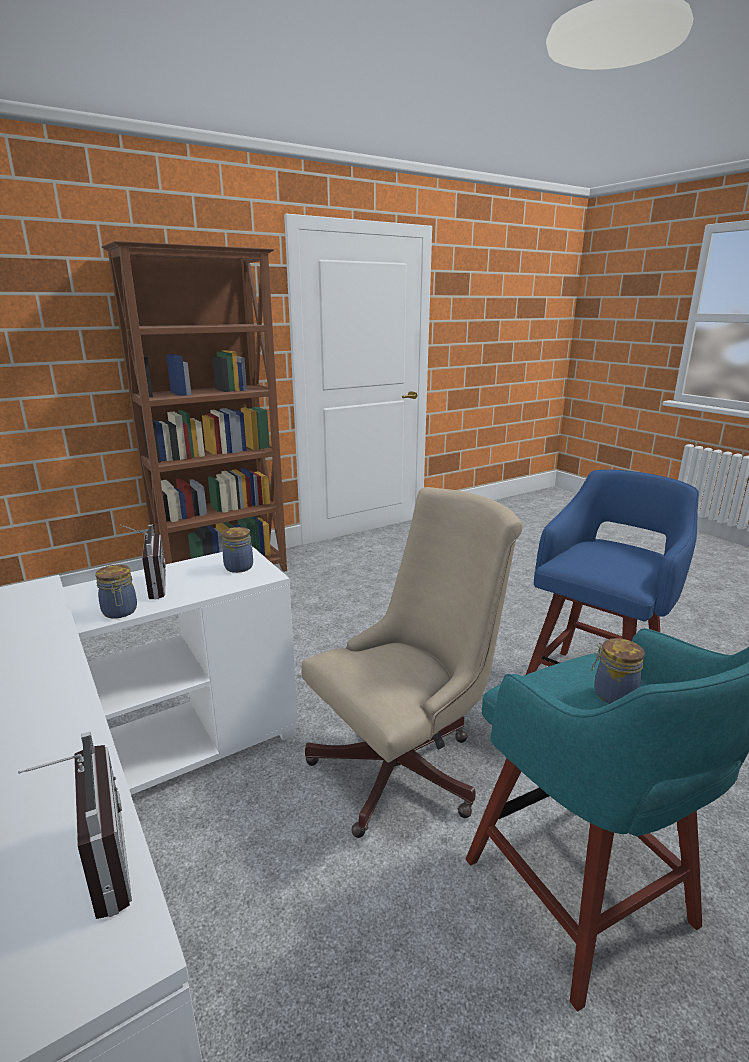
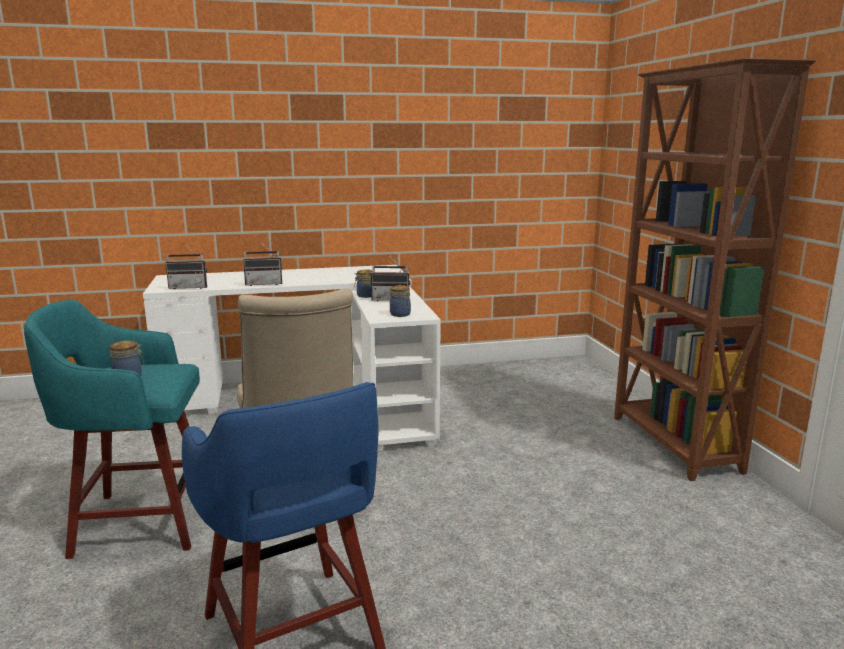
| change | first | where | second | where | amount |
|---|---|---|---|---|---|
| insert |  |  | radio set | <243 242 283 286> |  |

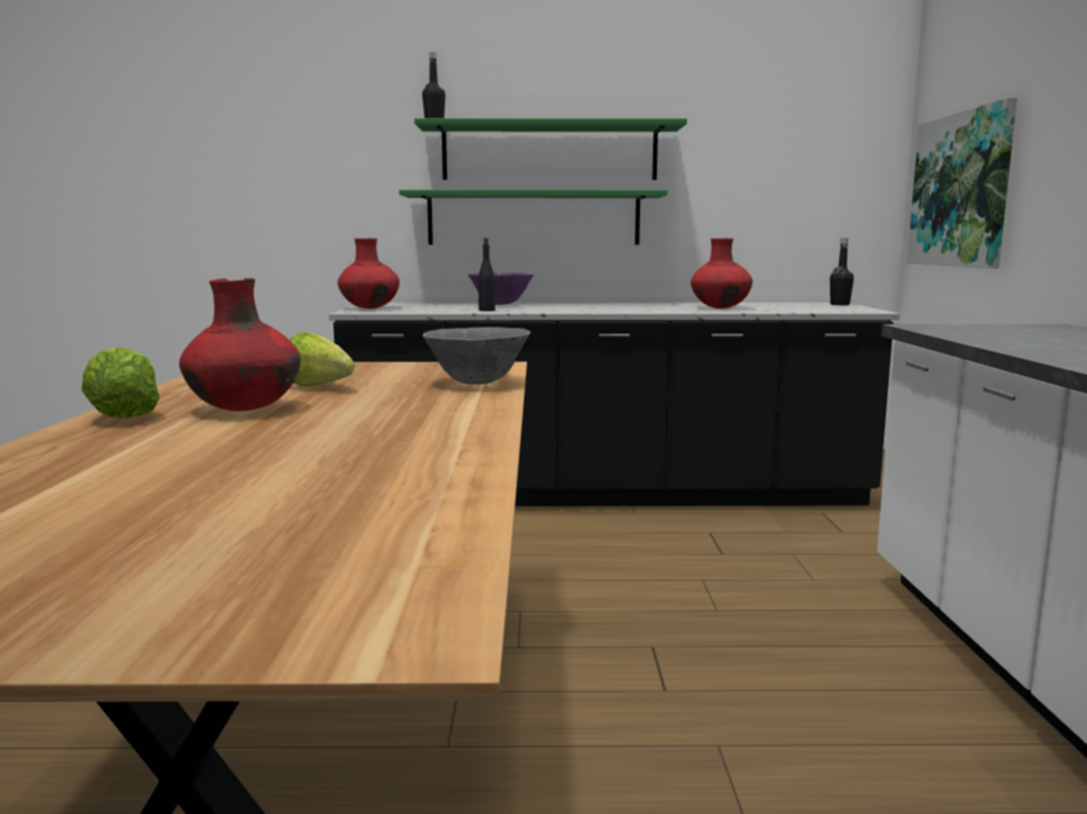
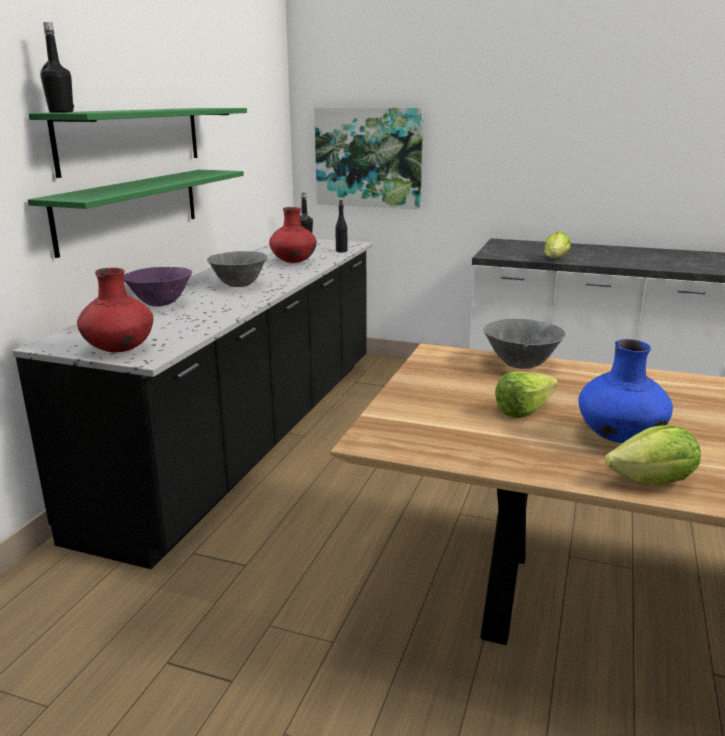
| change | first | where | second | where | amount |
|---|---|---|---|---|---|
| insert |  |  | gray bowl | <207 251 268 287> |  |
| move | black beverage bottle | <478 238 495 311> |  | <335 200 348 252> |  |
| insert |  |  | lettuce head | <544 232 571 258> |  |
| recolor | red-coloured vase | <179 278 301 411> | bluish vase | <578 339 673 443> |  |

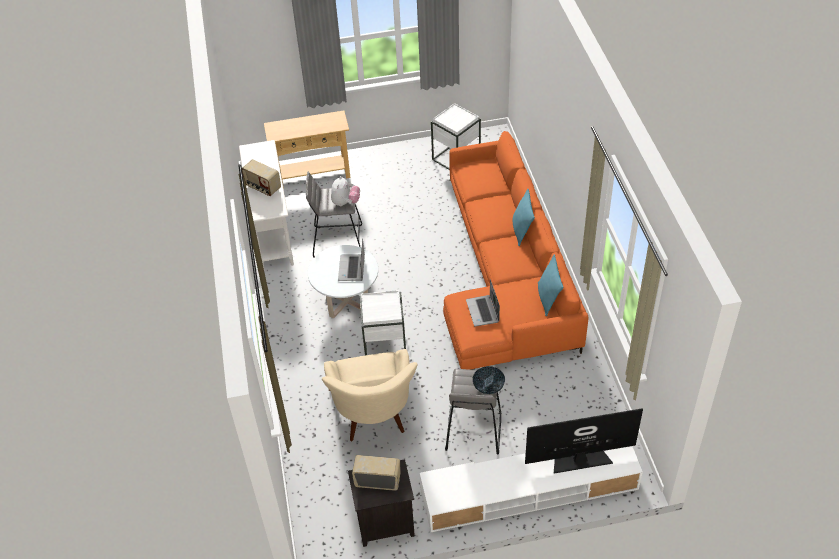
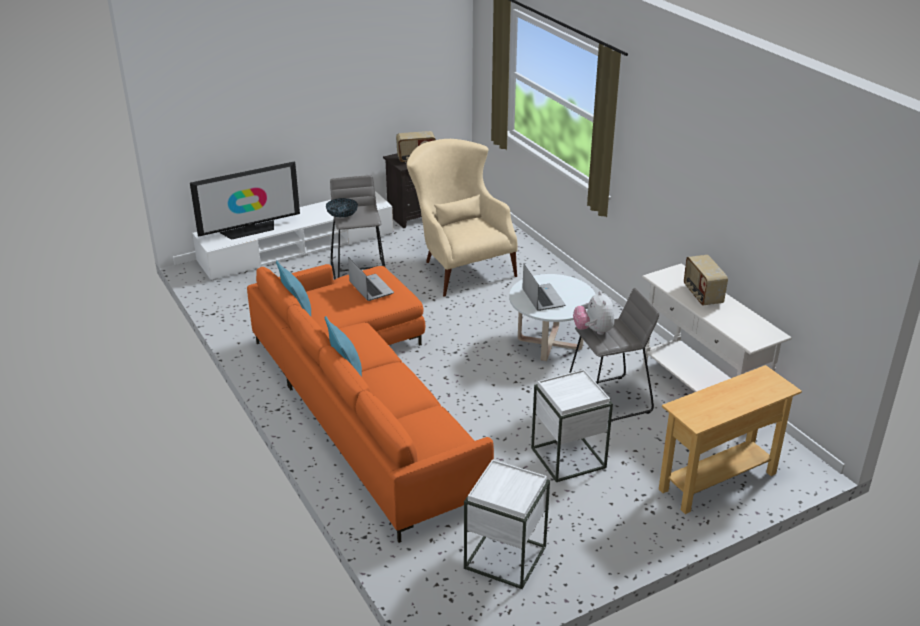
| change | first | where | second | where | amount |
|---|---|---|---|---|---|
| move | whitish side table | <360 290 406 356> |  | <531 369 613 482> |  |
| rotate | radio set | <242 159 281 196> |  | <684 255 728 305> | 120 degrees counterclockwise |

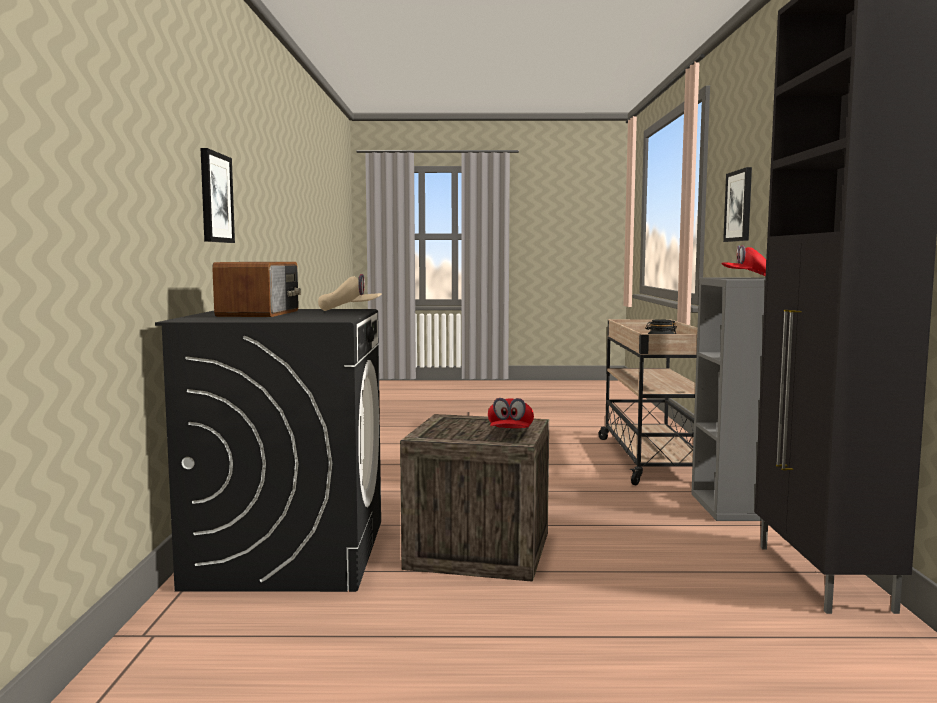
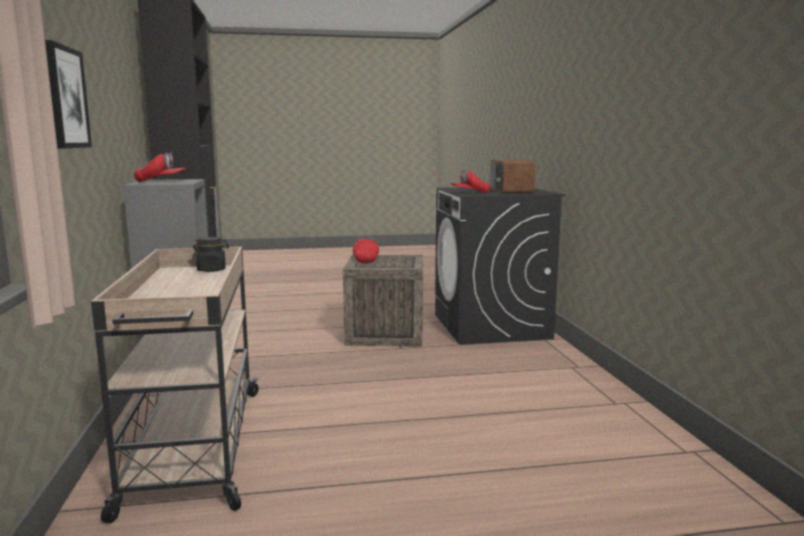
| change | first | where | second | where | amount |
|---|---|---|---|---|---|
| recolor | beige baseball cap | <318 274 382 311> | red-coloured baseball cap | <450 170 490 193> |  |
| delete | picture | <201 148 235 243> |  |  |  |

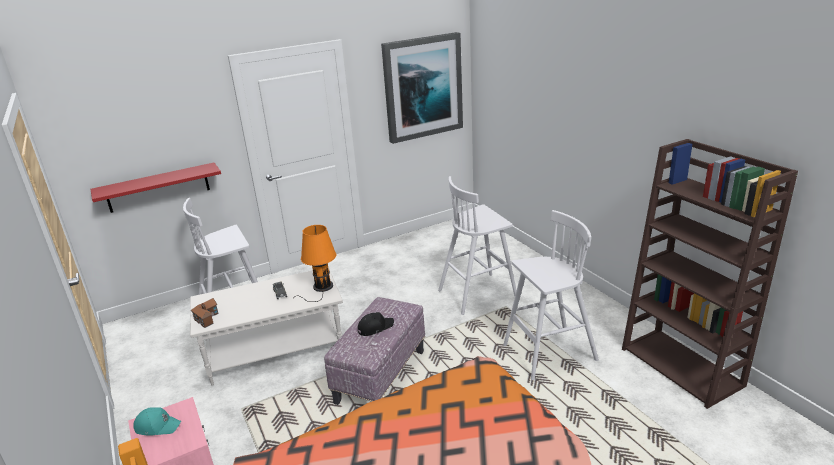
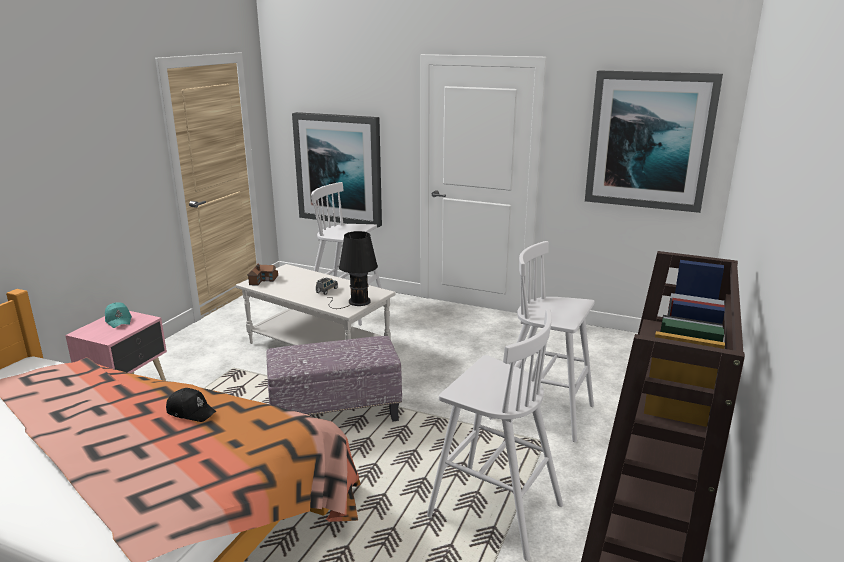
| change | first | where | second | where | amount |
|---|---|---|---|---|---|
| move | black baseball cap | <358 312 394 336> |  | <166 388 217 422> |  |
| replace | red-coloured shelf | <91 163 221 213> | picture | <292 112 382 228> |  |
| recolor | orange-coloured tabletop lamp | <300 225 336 302> | black tabletop lamp | <327 231 378 309> |  |

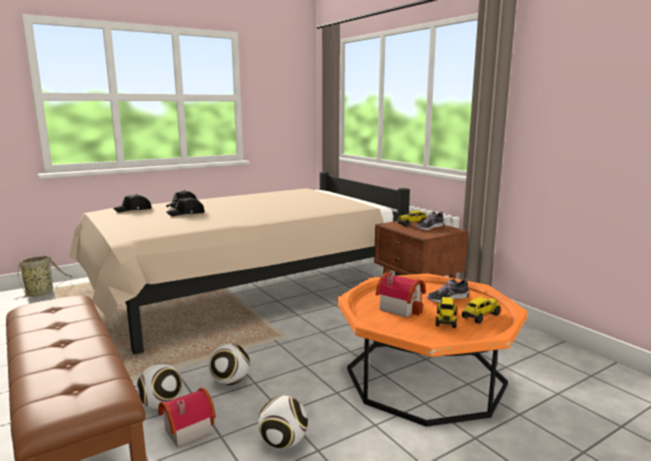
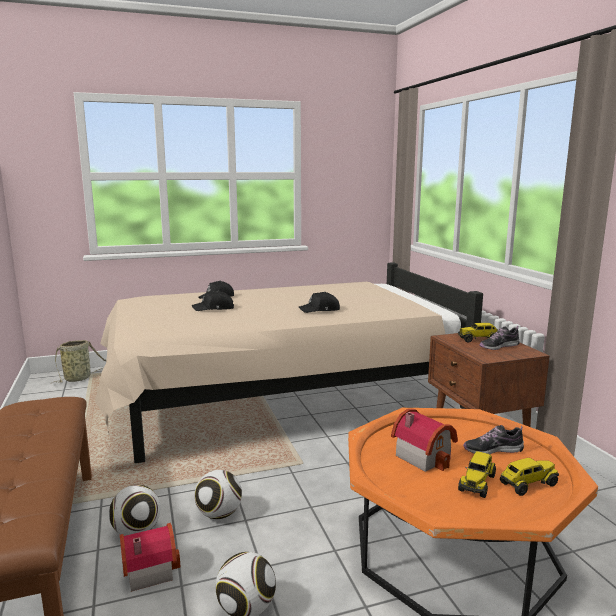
| change | first | where | second | where | amount |
|---|---|---|---|---|---|
| move | black baseball cap | <113 194 151 213> |  | <299 292 340 313> |  |

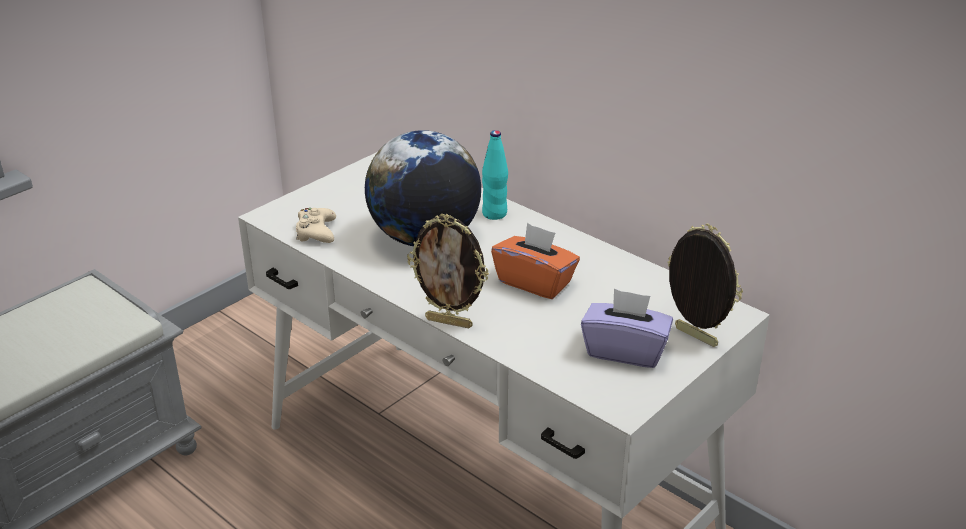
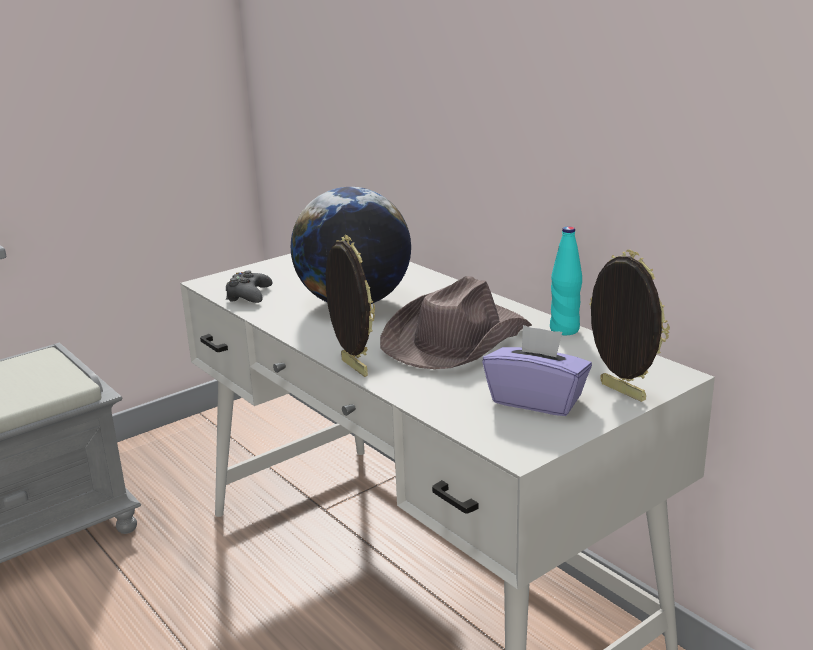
| change | first | where | second | where | amount |
|---|---|---|---|---|---|
| recolor | beige gamepad | <296 208 336 243> | black gamepad | <226 271 272 303> |  |
| rotate | photo frame | <407 214 489 328> |  | <326 235 375 377> | 150 degrees counterclockwise |
| replace | orange-coloured tissue box | <491 223 580 299> | brown-coloured clothing hat | <380 276 532 369> |  |
| move | turquoise-coloured beverage bottle | <482 130 508 220> |  | <550 226 582 335> |  |

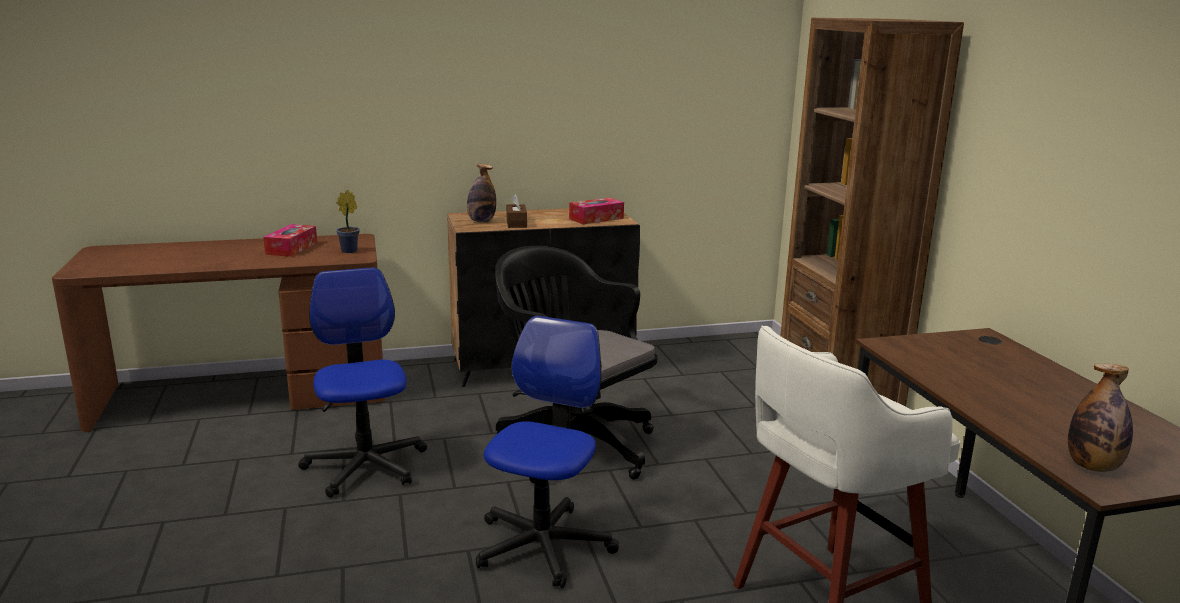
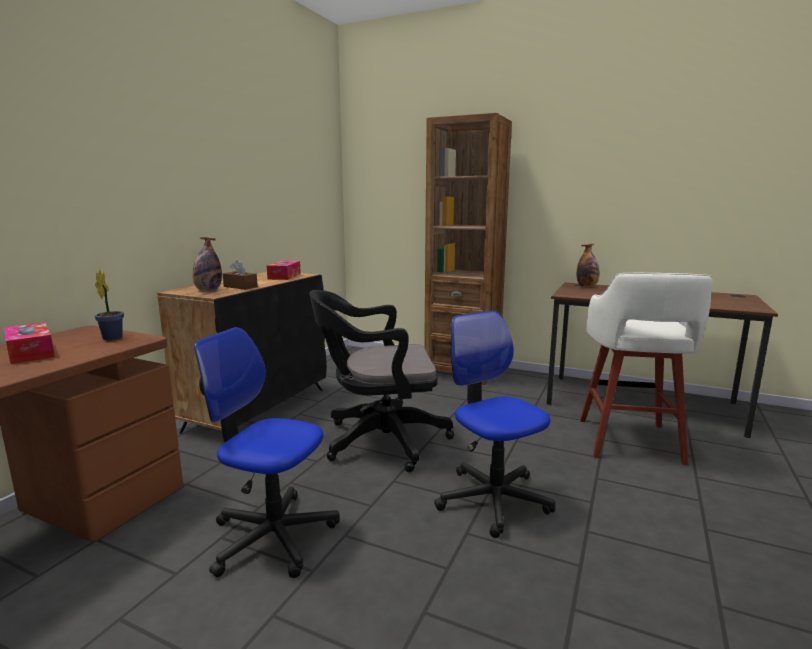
| change | first | where | second | where | amount |
|---|---|---|---|---|---|
| move | beverage bottle | <1068 363 1133 472> |  | <577 243 599 287> |  |

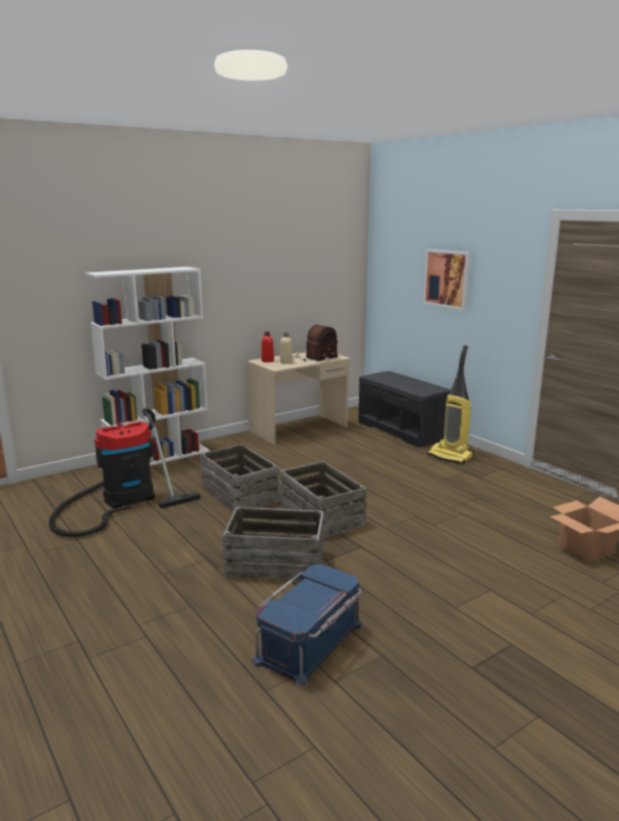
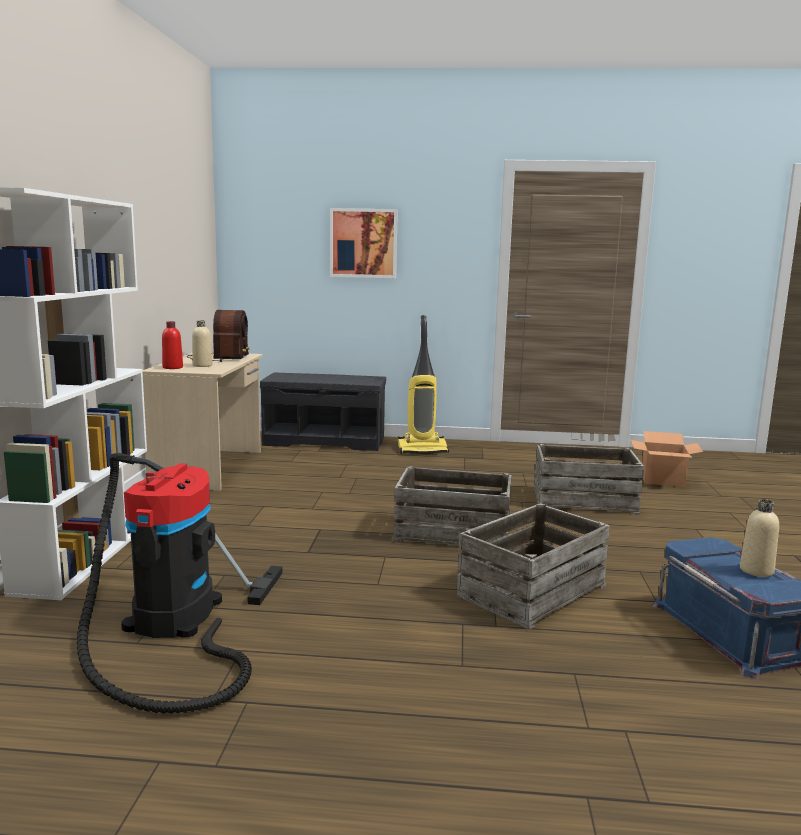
| change | first | where | second | where | amount |
|---|---|---|---|---|---|
| move | packing crate | <200 444 280 512> |  | <534 444 644 515> |  |
| insert |  |  | beige beverage bottle | <740 499 779 577> |  |

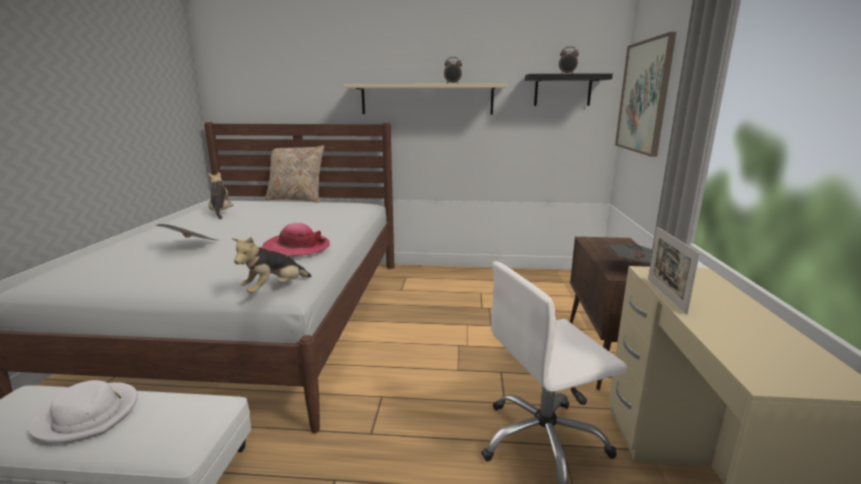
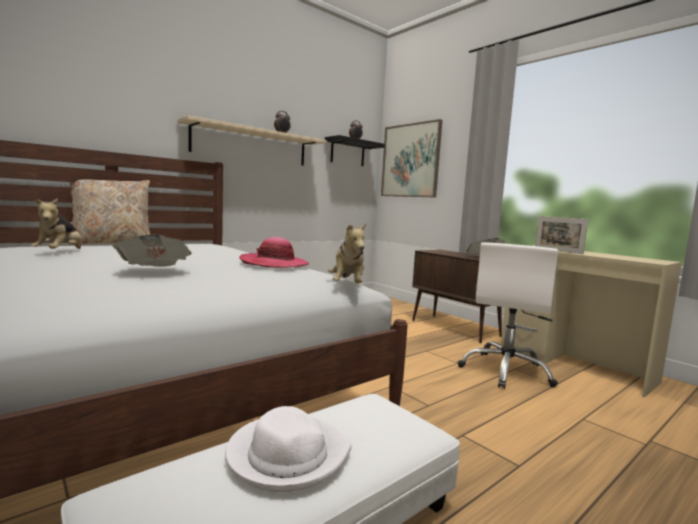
| change | first | where | second | where | amount |
|---|---|---|---|---|---|
| rotate | soft toy | <208 172 234 219> |  | <31 198 82 249> | 120 degrees counterclockwise |

